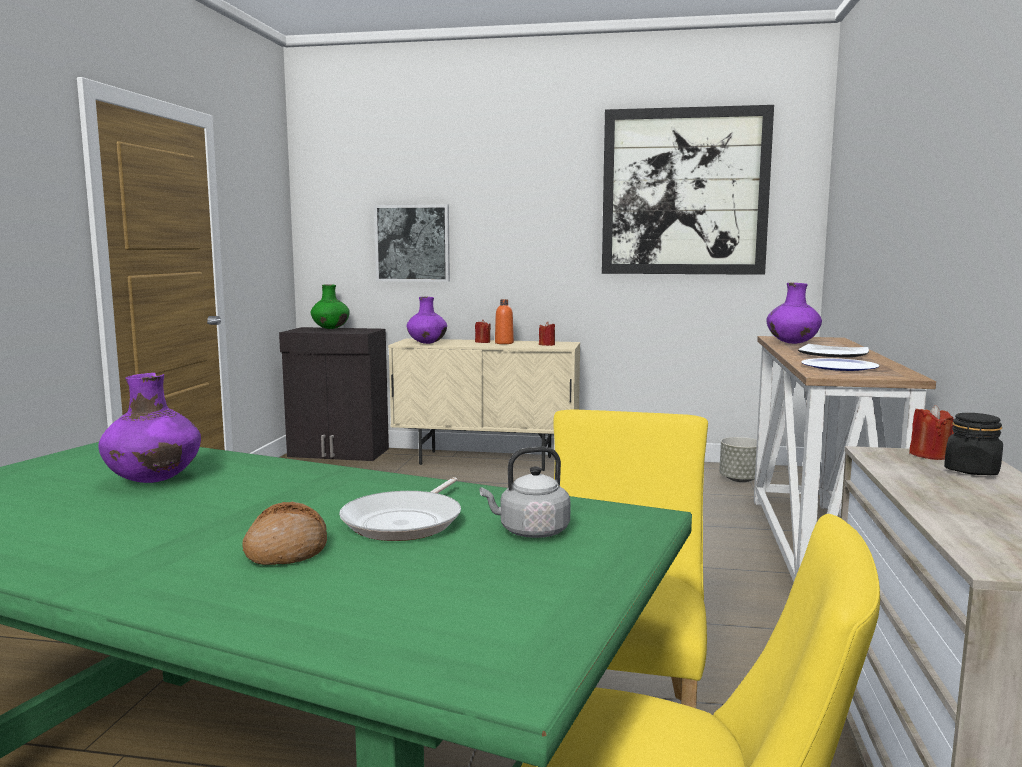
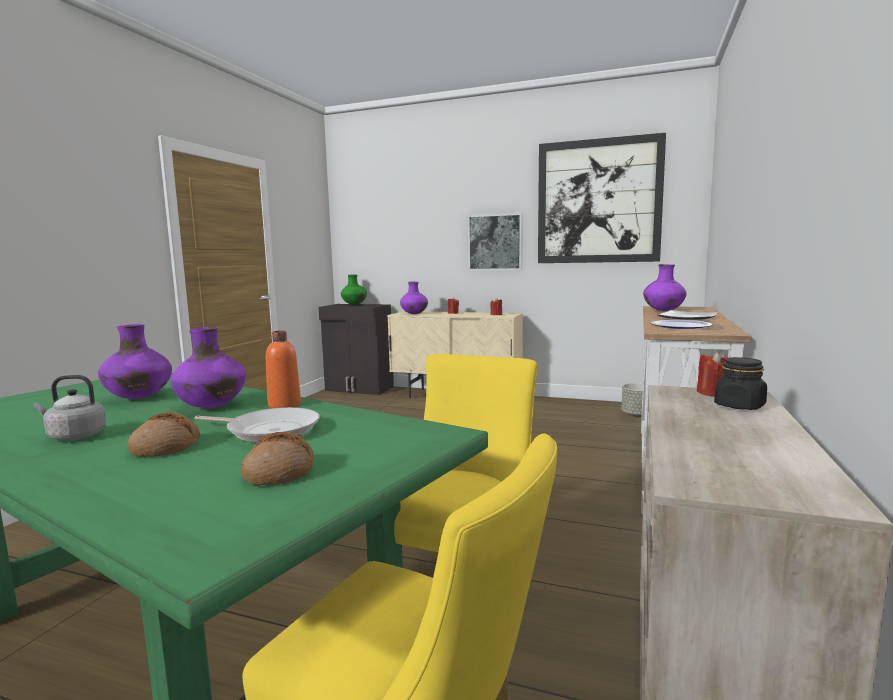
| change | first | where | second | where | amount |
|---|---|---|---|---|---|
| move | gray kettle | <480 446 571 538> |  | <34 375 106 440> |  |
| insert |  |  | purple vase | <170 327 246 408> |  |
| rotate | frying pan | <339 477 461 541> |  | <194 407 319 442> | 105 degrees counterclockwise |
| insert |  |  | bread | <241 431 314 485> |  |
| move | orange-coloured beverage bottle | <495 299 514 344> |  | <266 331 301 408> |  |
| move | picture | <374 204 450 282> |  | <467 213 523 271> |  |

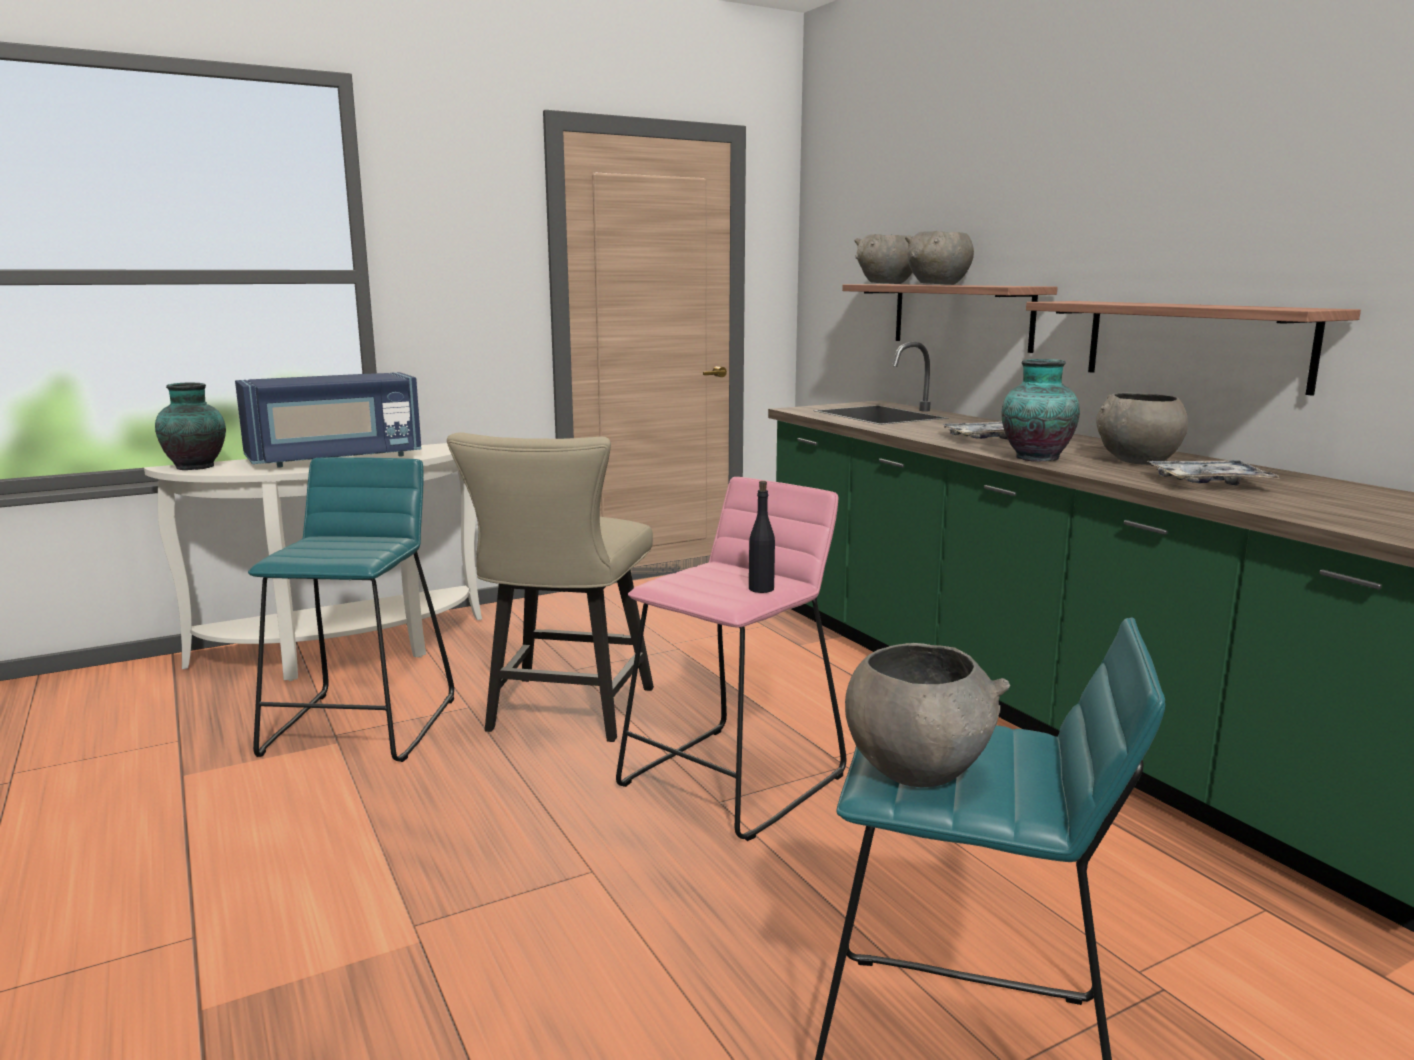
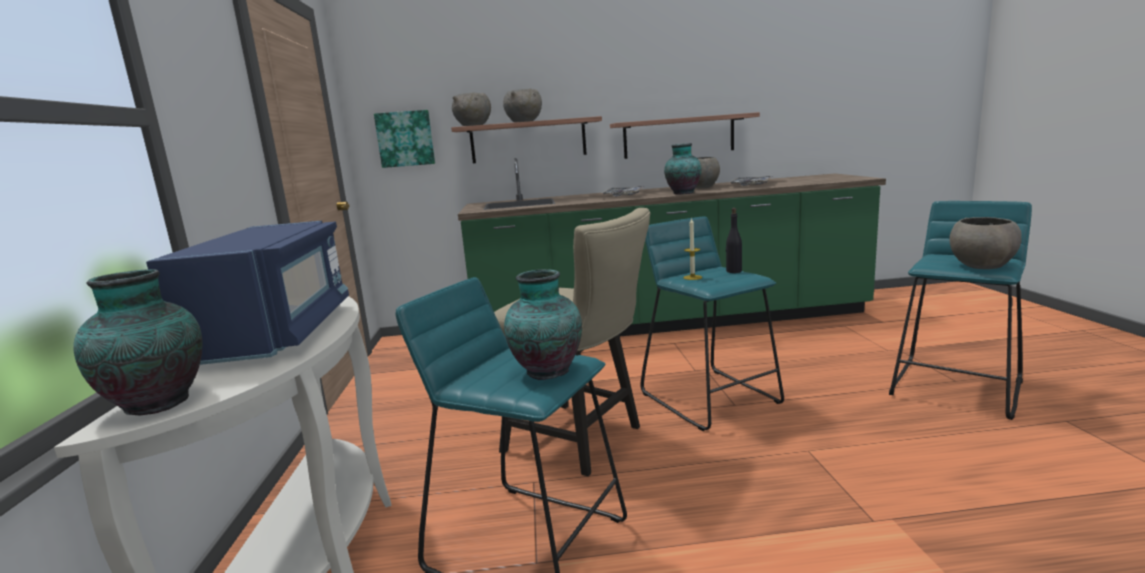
| change | first | where | second | where | amount |
|---|---|---|---|---|---|
| insert |  |  | picture | <374 110 435 168> |  |
| insert |  |  | vase | <504 269 582 380> |  |
| recolor | pinkish sitting stool | <616 477 846 841> | turquoise-coloured sitting stool | <640 216 784 431> |  |
| insert |  |  | wax light | <683 217 702 280> |  |

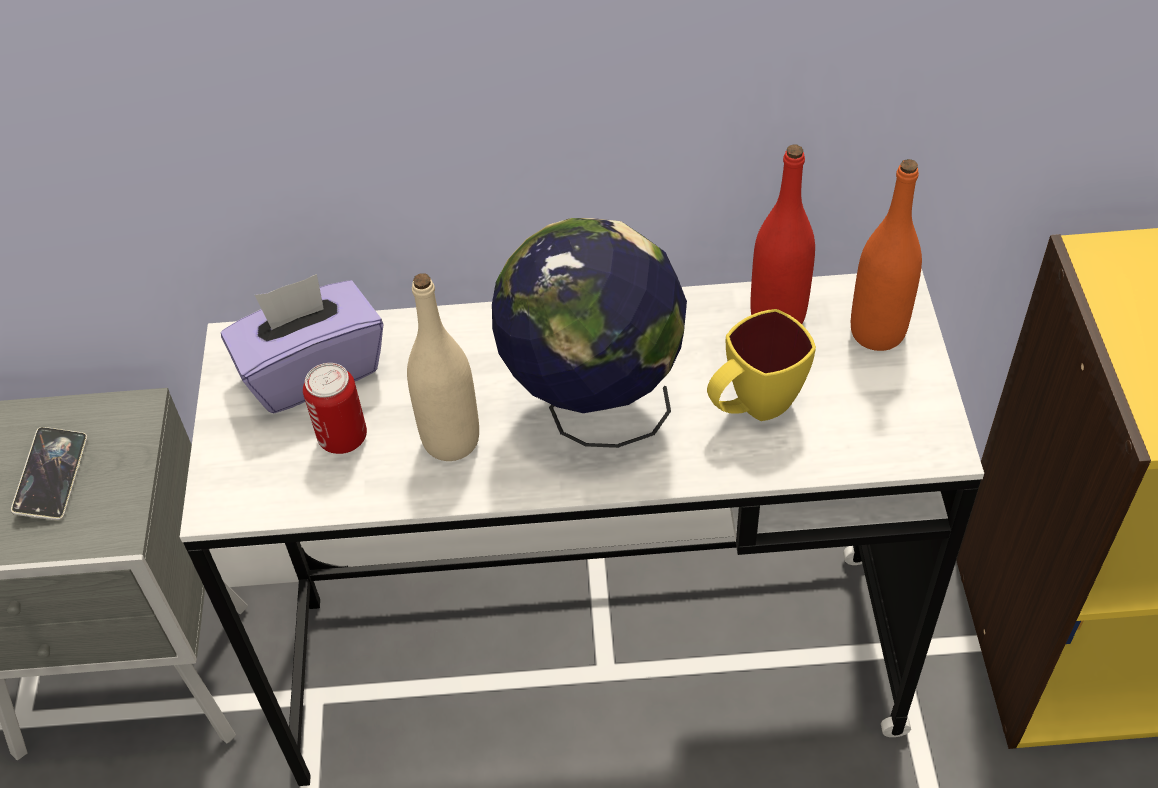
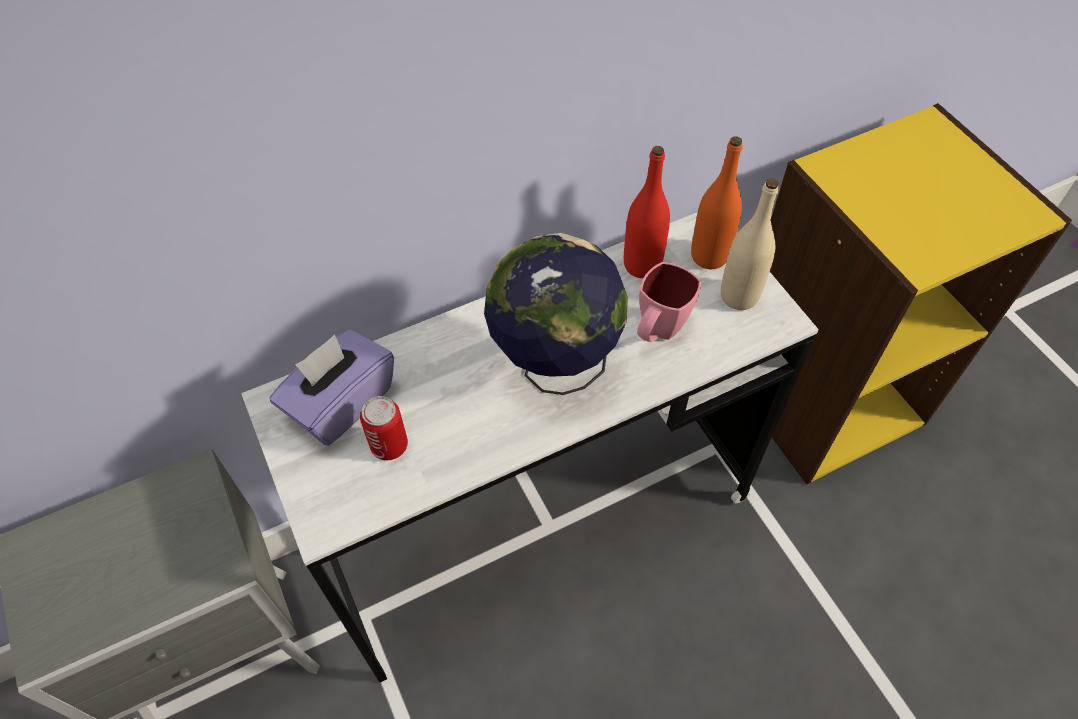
| change | first | where | second | where | amount |
|---|---|---|---|---|---|
| recolor | yellow tea mug | <707 309 816 421> | pinkish tea mug | <637 262 701 342> |  |
| move | beige beverage bottle | <407 273 479 461> |  | <721 178 779 310> |  |
| delete | telephone | <11 427 87 520> |  |  |  |

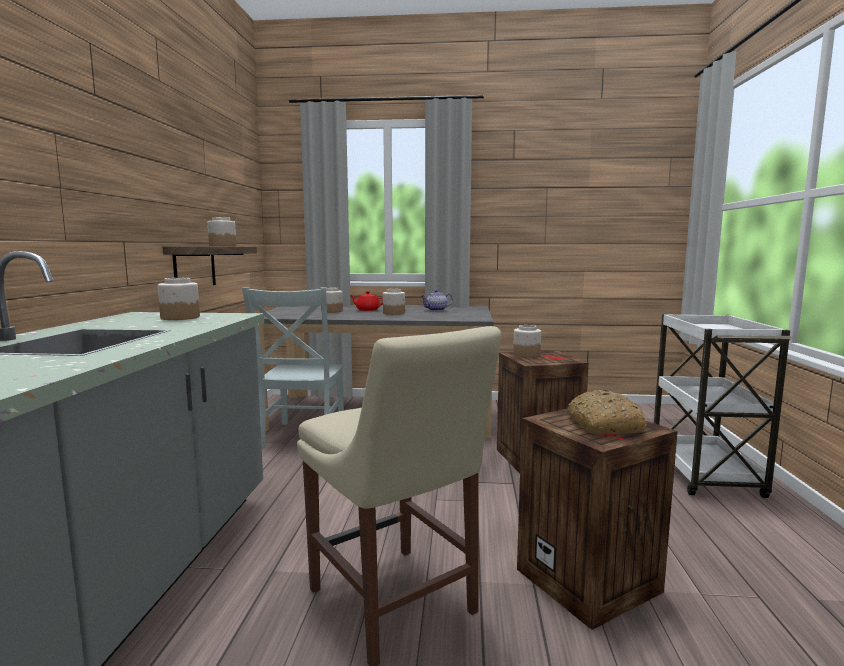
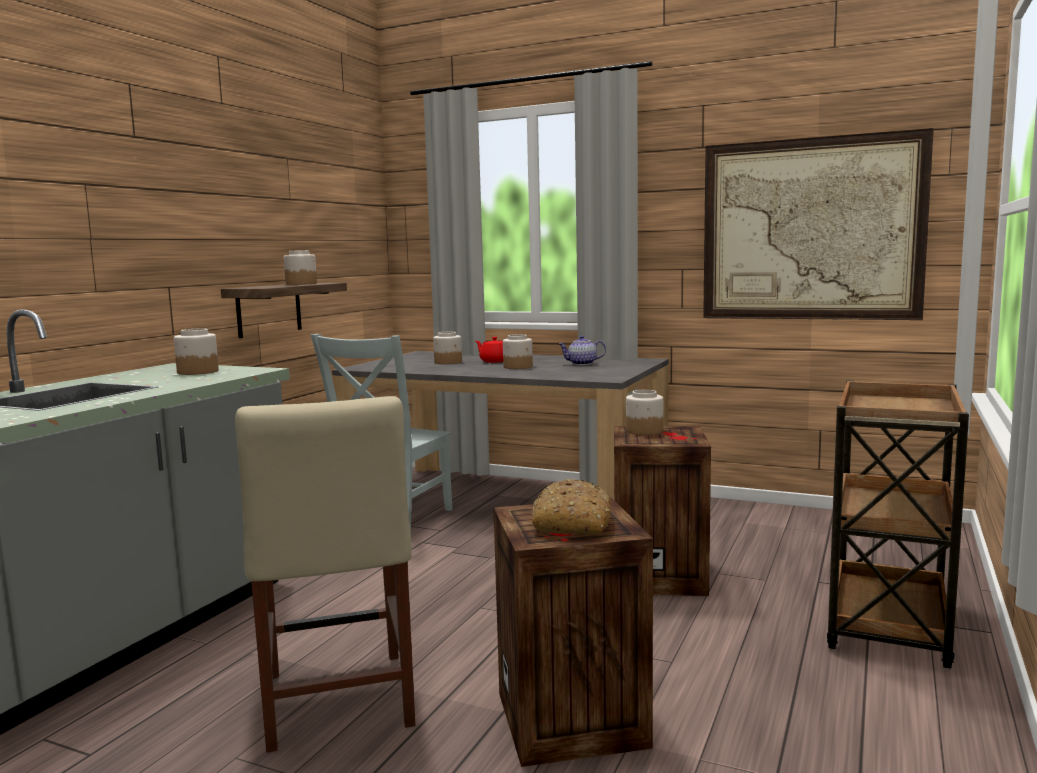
| change | first | where | second | where | amount |
|---|---|---|---|---|---|
| insert |  |  | picture | <703 128 934 320> |  |
| recolor | whitish trolley | <654 314 791 498> | brown-coloured trolley | <827 380 969 669> |  |

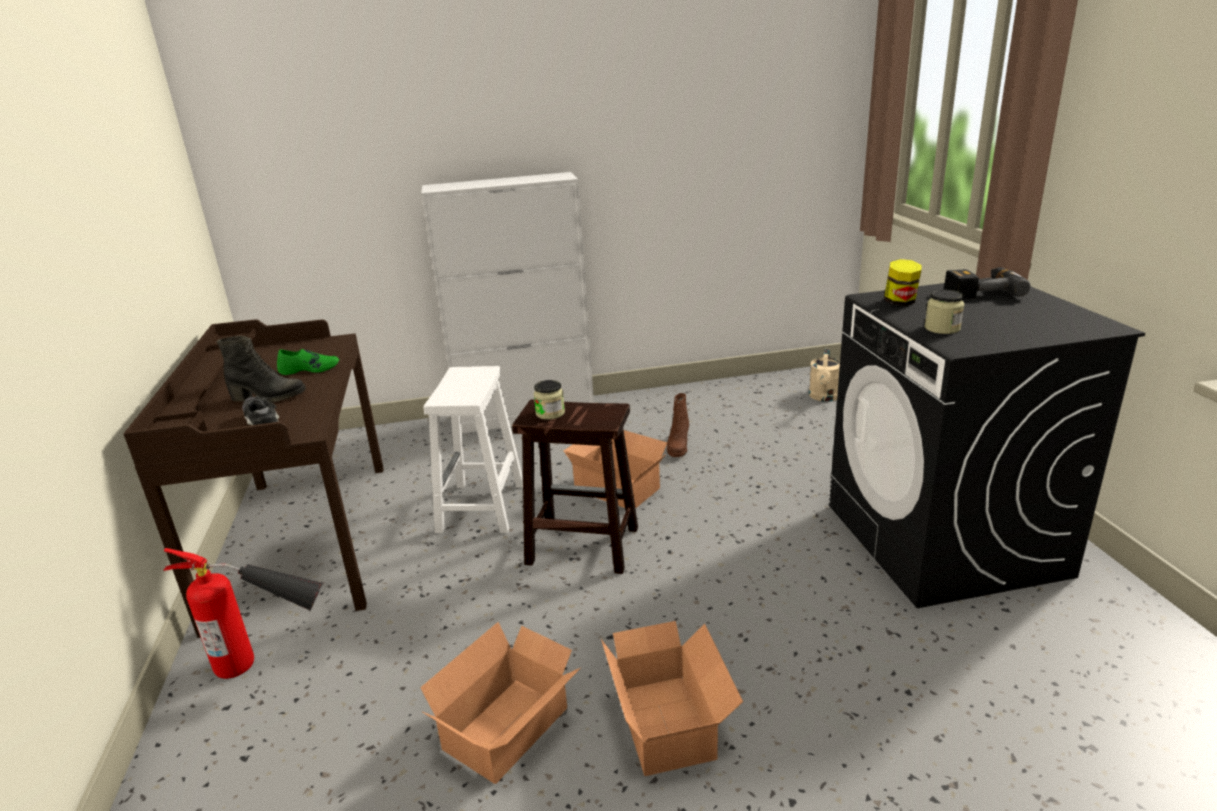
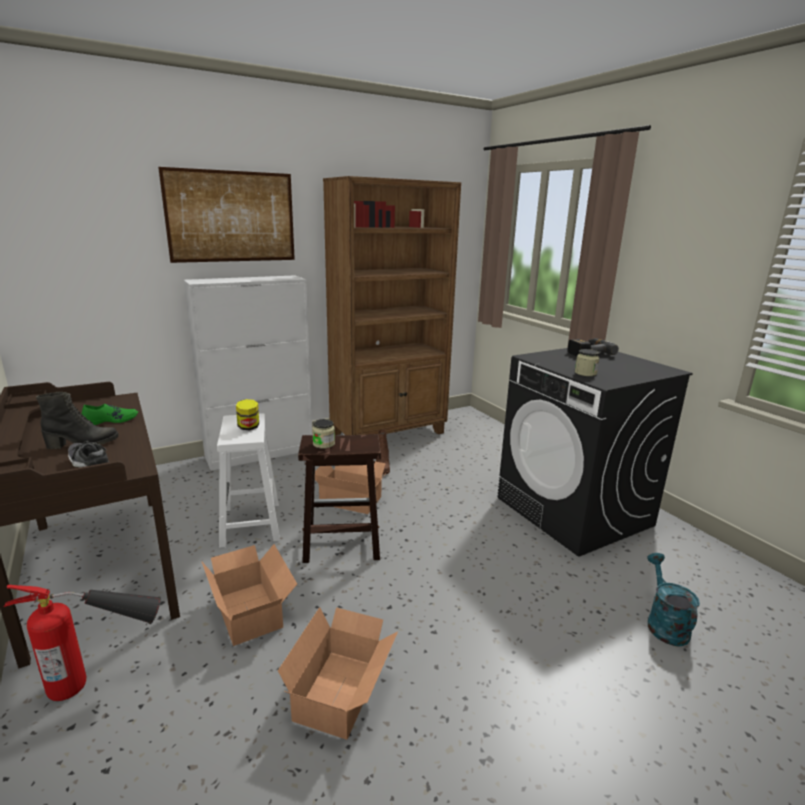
| change | first | where | second | where | amount |
|---|---|---|---|---|---|
| insert |  |  | picture | <158 167 295 263> |  |
| move | cardboard box | <601 621 743 776> |  | <202 544 297 646> |  |
| move | preserve jar | <884 259 922 306> |  | <236 399 259 430> |  |
| insert |  |  | brown-coloured shelving unit | <323 176 461 435> |  |
| insert |  |  | turquoise-coloured sprinkling can | <647 553 700 646> |  |
| delete | beige sprinkling can | <809 348 840 402> |  |  |  |

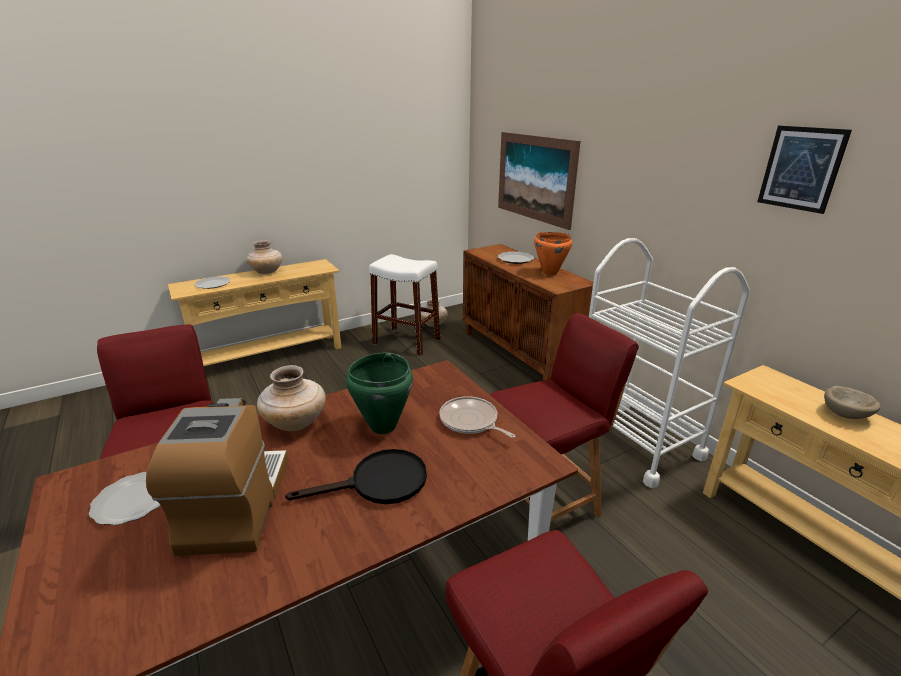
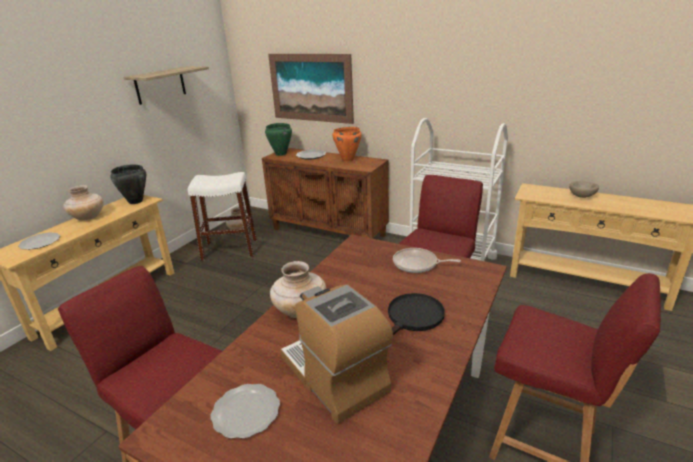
| change | first | where | second | where | amount |
|---|---|---|---|---|---|
| insert |  |  | black stockpot | <110 165 146 204> |  |
| insert |  |  | shelf | <123 66 209 105> |  |
| move | greenish stockpot | <346 352 413 434> |  | <265 123 292 156> |  |
| delete | picture | <757 126 852 214> |  |  |  |

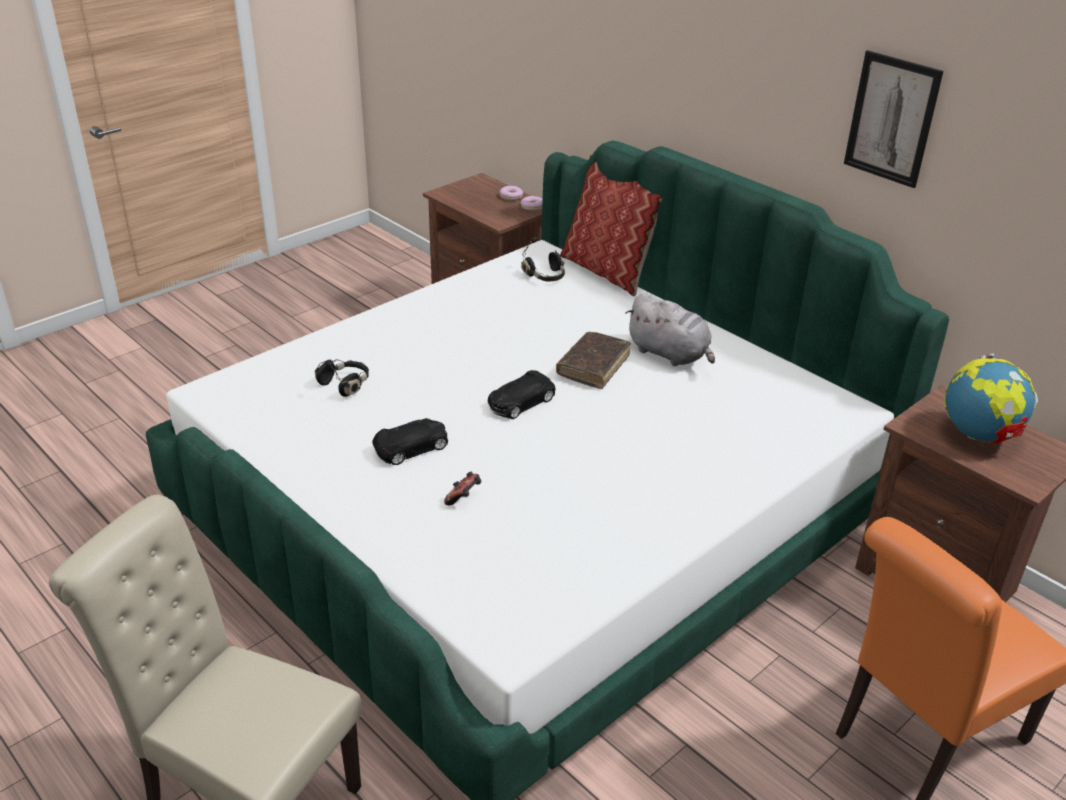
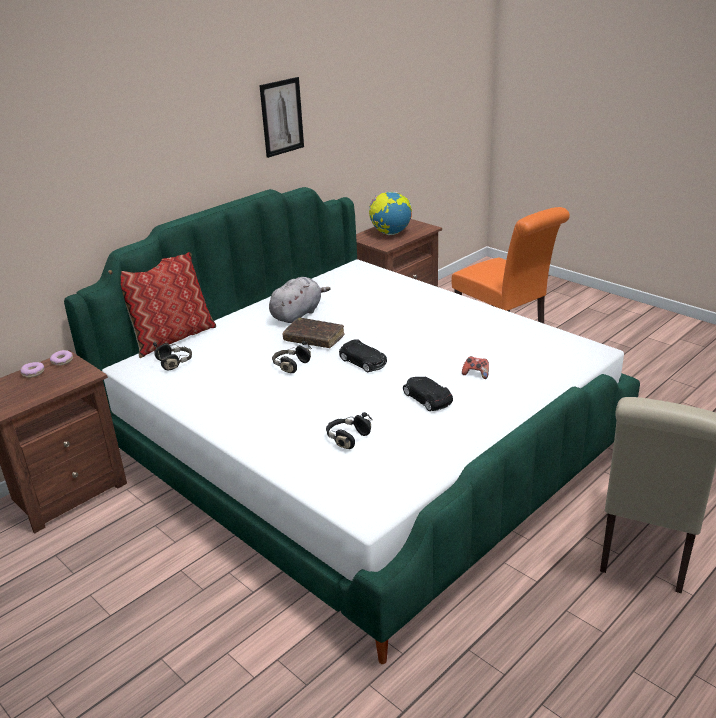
| change | first | where | second | where | amount |
|---|---|---|---|---|---|
| insert |  |  | black headphones | <272 341 312 373> |  |

